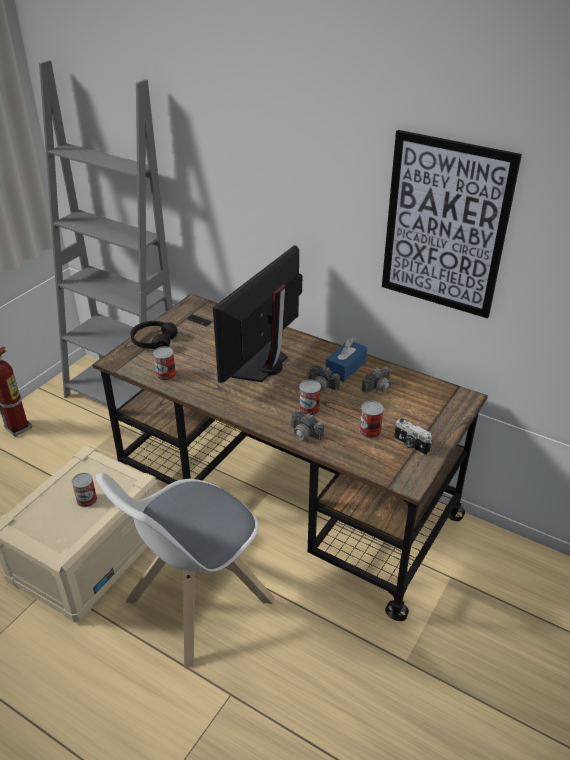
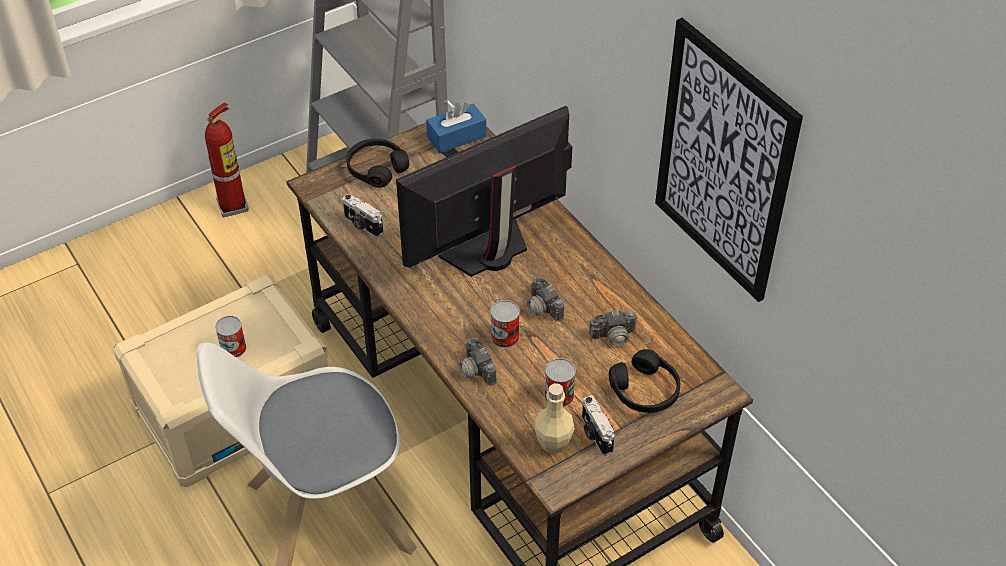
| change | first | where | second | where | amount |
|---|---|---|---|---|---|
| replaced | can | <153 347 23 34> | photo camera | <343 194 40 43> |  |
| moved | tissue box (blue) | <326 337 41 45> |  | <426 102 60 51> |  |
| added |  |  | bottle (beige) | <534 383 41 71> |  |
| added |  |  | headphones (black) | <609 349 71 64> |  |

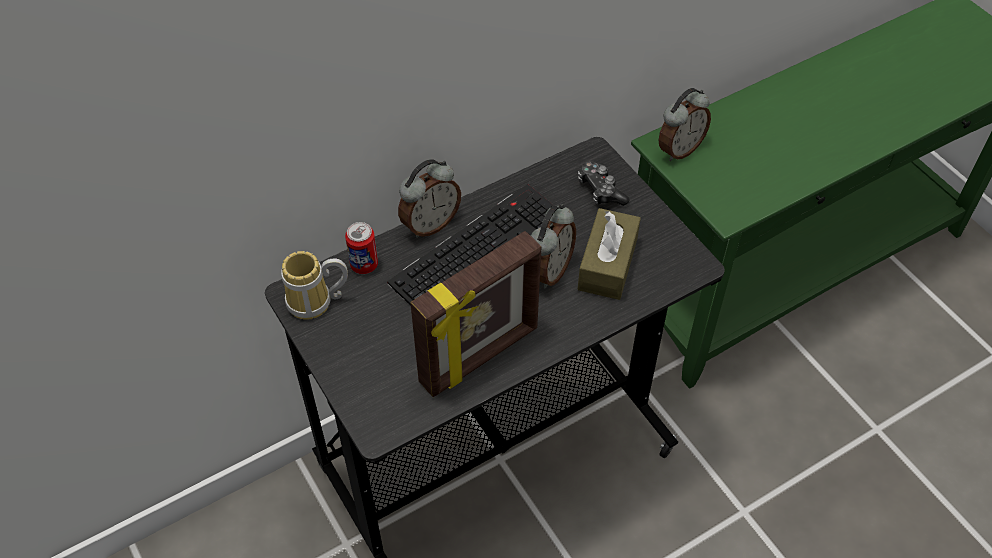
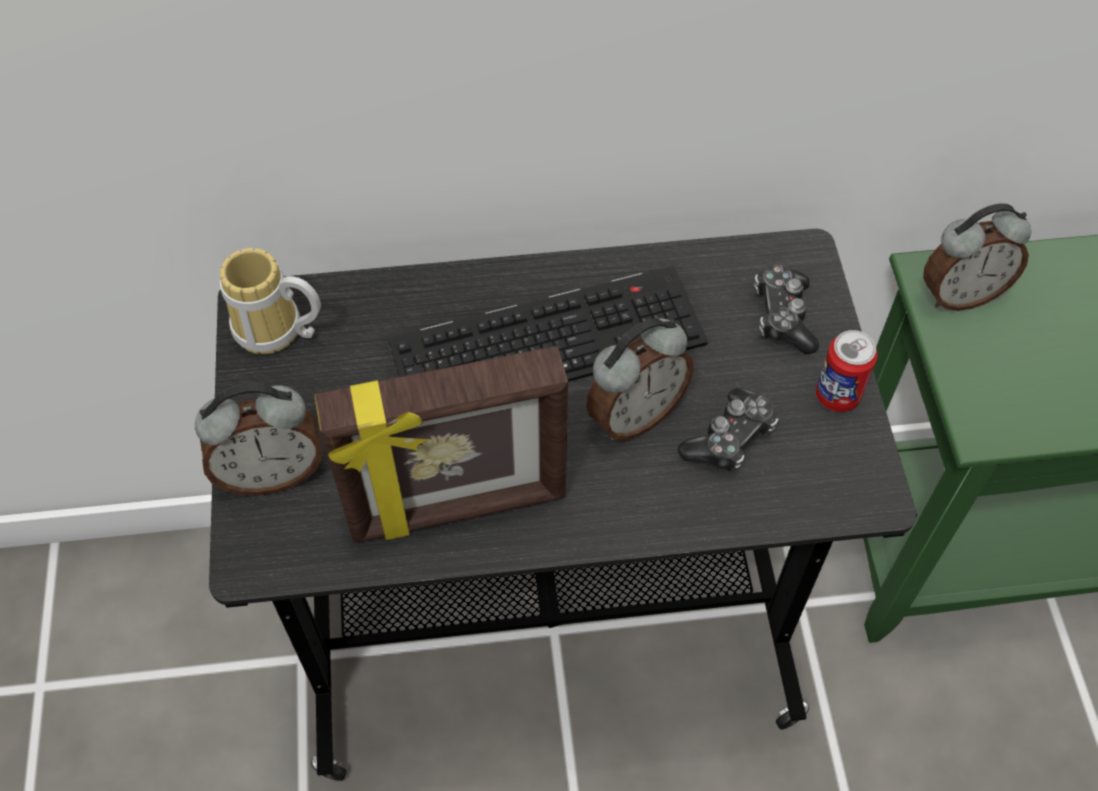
| change | first | where | second | where | amount |
|---|---|---|---|---|---|
| moved | can | <345 222 33 52> |  | <816 330 62 82> |  |
| moved | alarm clock | <398 159 63 79> |  | <195 383 127 112> |  |
| replaced | tissue box (brown) | <578 208 63 92> | game controller | <678 388 101 83> |  |

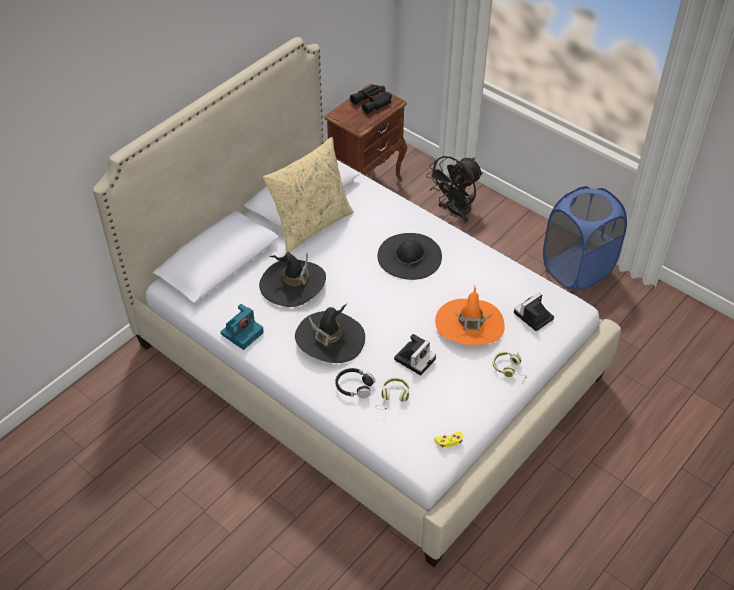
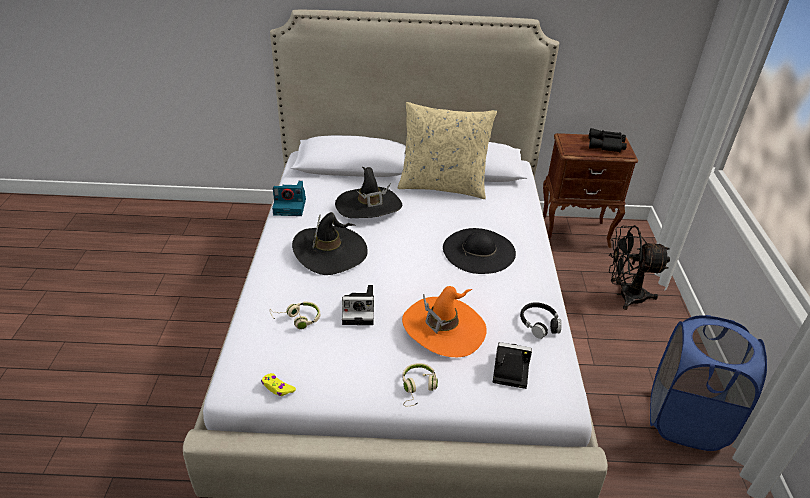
| change | first | where | second | where | amount |
|---|---|---|---|---|---|
| moved | headphones (black) | <335 368 40 30> |  | <520 302 42 37> |  |

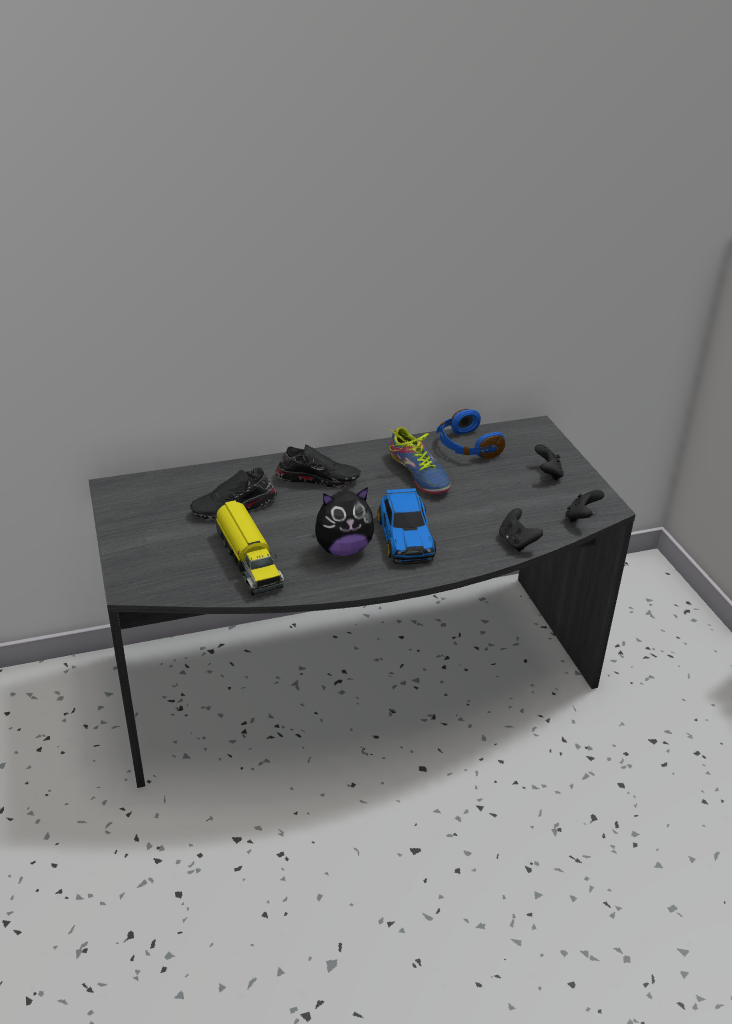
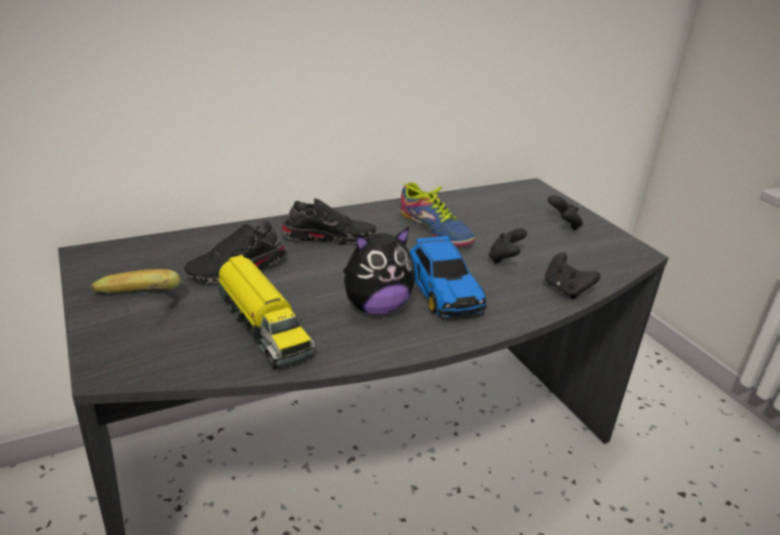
| change | first | where | second | where | amount |
|---|---|---|---|---|---|
| removed | headphones (blue) | <436 409 69 50> |  |  |  |
| moved | game controller (black) | <565 490 39 32> |  | <489 228 38 36> |  |
| added |  |  | banana | <90 269 91 24> |  |

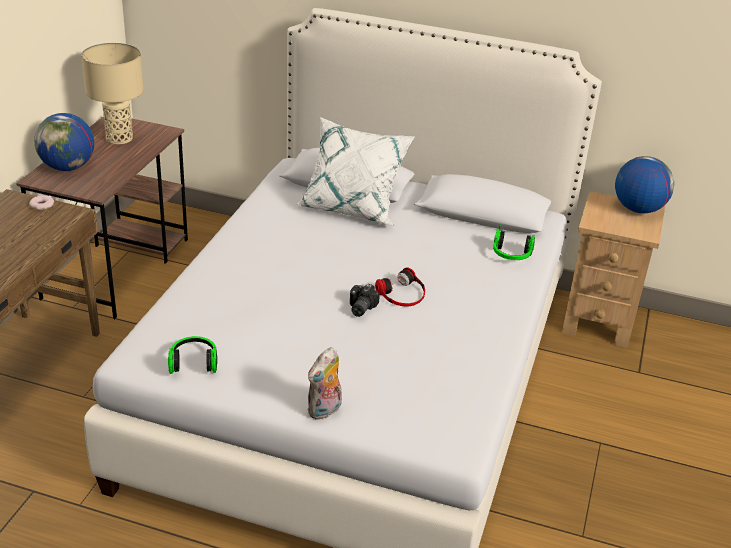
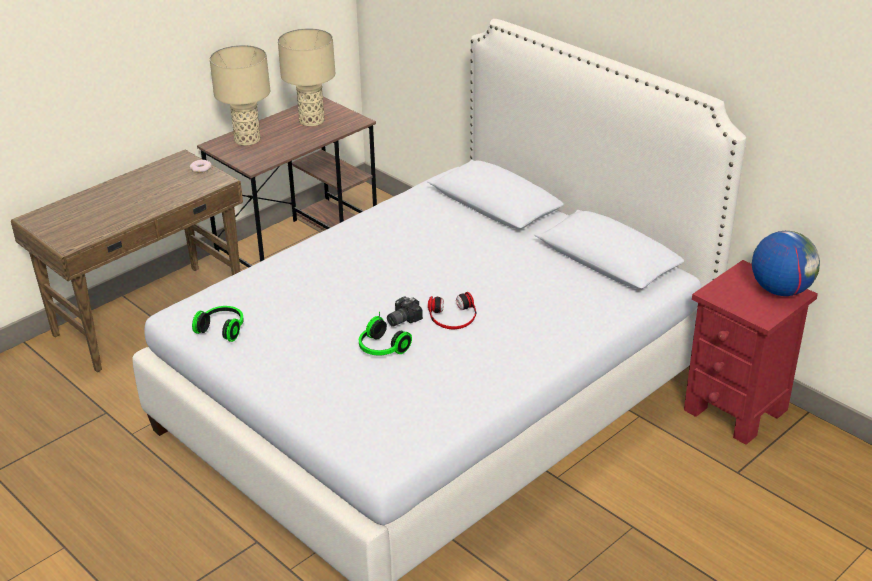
| change | first | where | second | where | amount |
|---|---|---|---|---|---|
| replaced | globe | <34 113 60 58> | table lamp (beige) | <210 45 60 101> |  |
| removed | pillow (white) | <295 117 119 109> |  |  |  |
| removed | plush toy | <307 347 35 73> |  |  |  |
| moved | headphones | <493 224 42 36> |  | <359 311 53 45> |  |
| recoloured | nightstand (beige) | <562 191 103 157> | nightstand (red) | <684 260 134 185> |  |

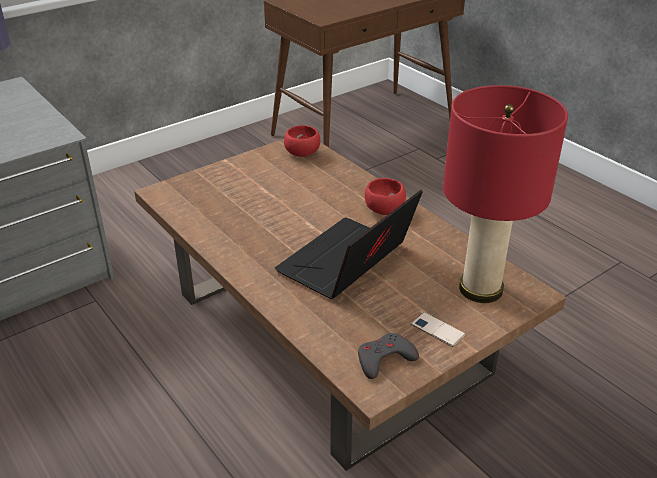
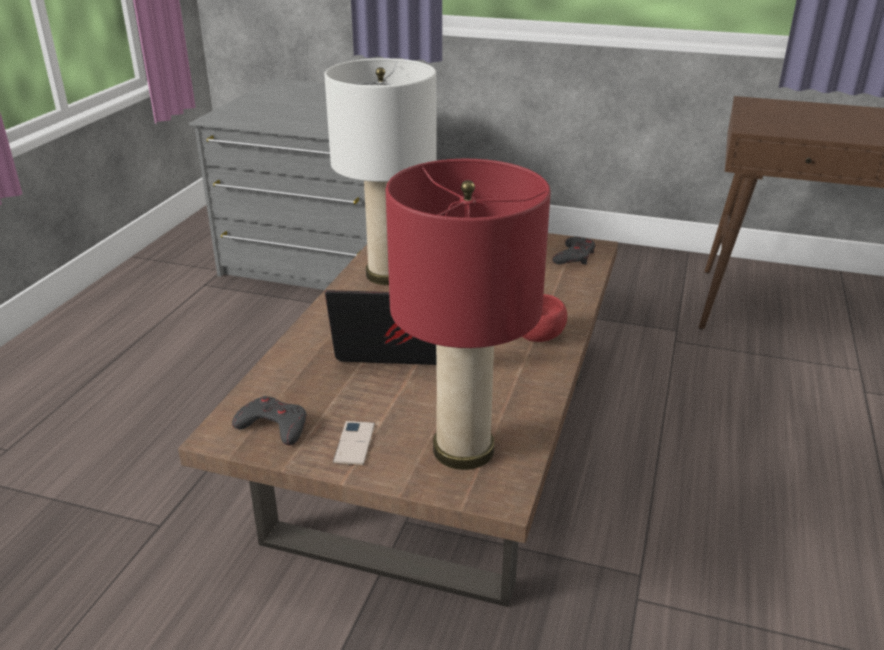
| change | first | where | second | where | amount |
|---|---|---|---|---|---|
| replaced | bowl (red) | <284 125 36 32> | game controller (grey) | <552 237 44 28> |  |
| added |  |  | table lamp (white) | <324 58 113 227> |  |

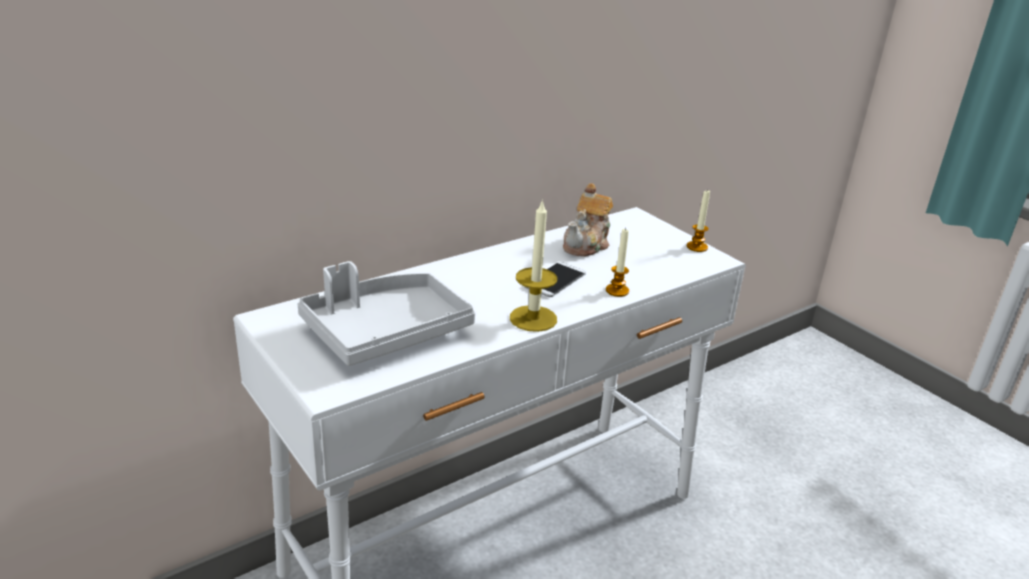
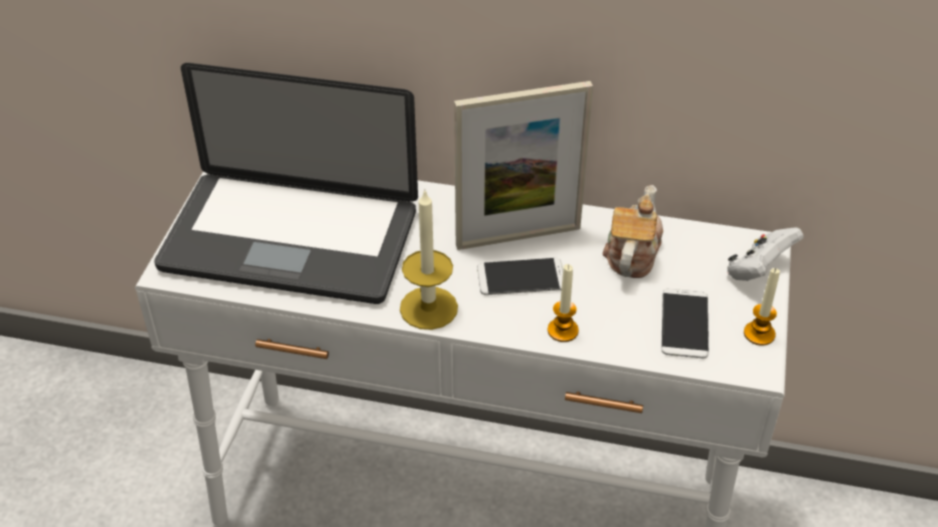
| change | first | where | second | where | amount |
|---|---|---|---|---|---|
| replaced | tray (grey) | <297 261 178 105> | laptop | <154 63 264 241> |  |
| turned | teapot | <563 183 50 74> |  | <603 185 60 93> | 120 degrees clockwise |
| added |  |  | picture frame | <454 81 139 169> |  |
| added |  |  | phone | <661 289 48 69> |  |
| added |  |  | game controller (white) | <727 227 76 54> |  |

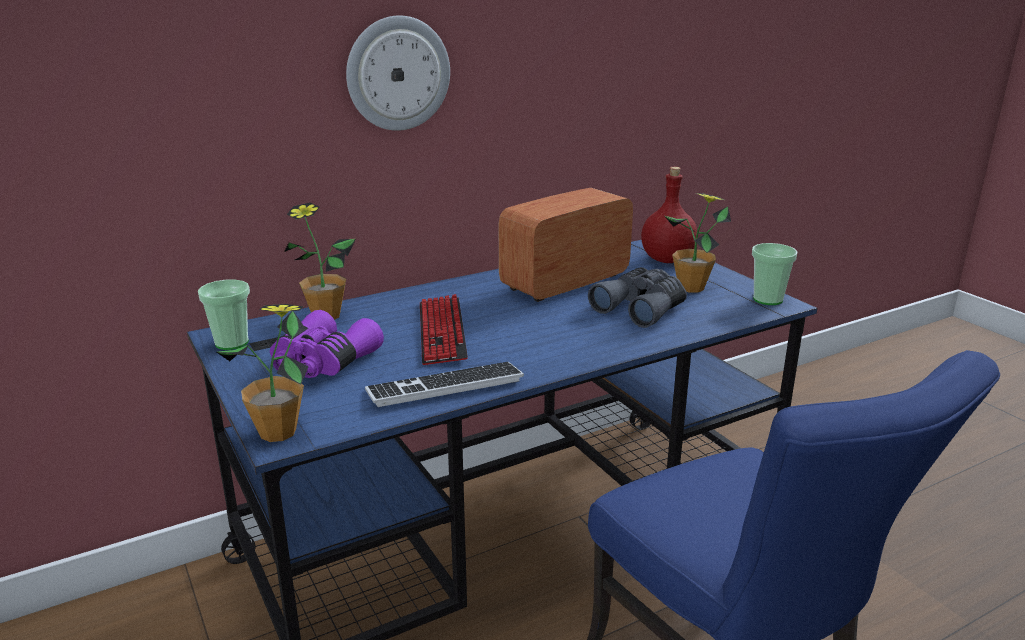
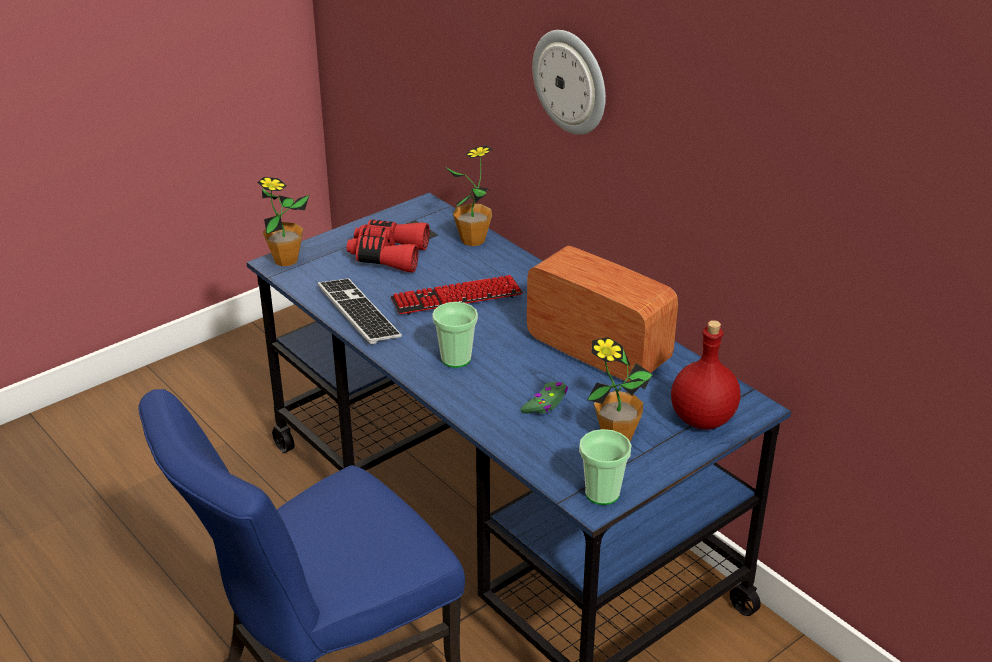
| change | first | where | second | where | amount |
|---|---|---|---|---|---|
| moved | cup | <198 279 52 71> |  | <432 302 46 66> |  |
| recoloured | binoculars (purple) | <270 310 114 68> | binoculars (red) | <347 220 83 52> |  |
| replaced | binoculars (grey) | <588 267 99 61> | game controller (green) | <520 382 48 32> |  |

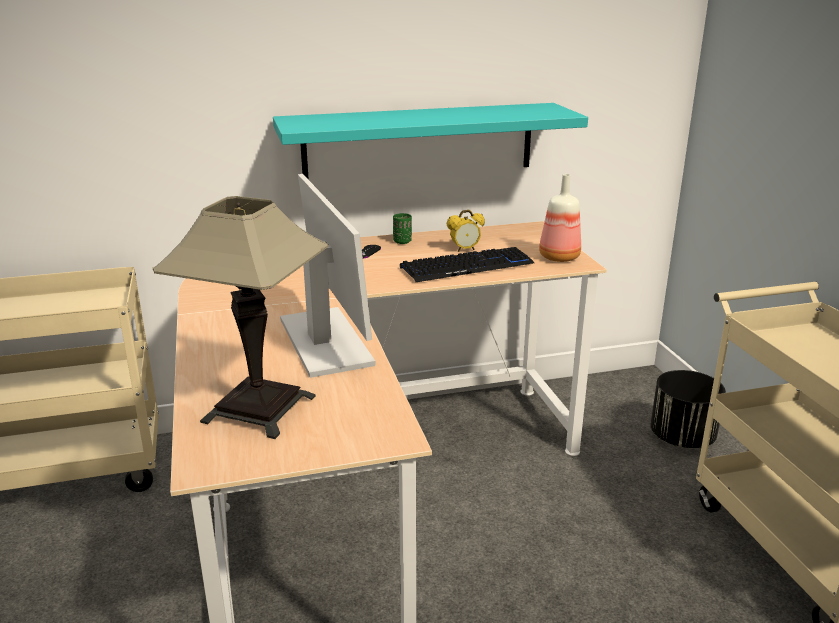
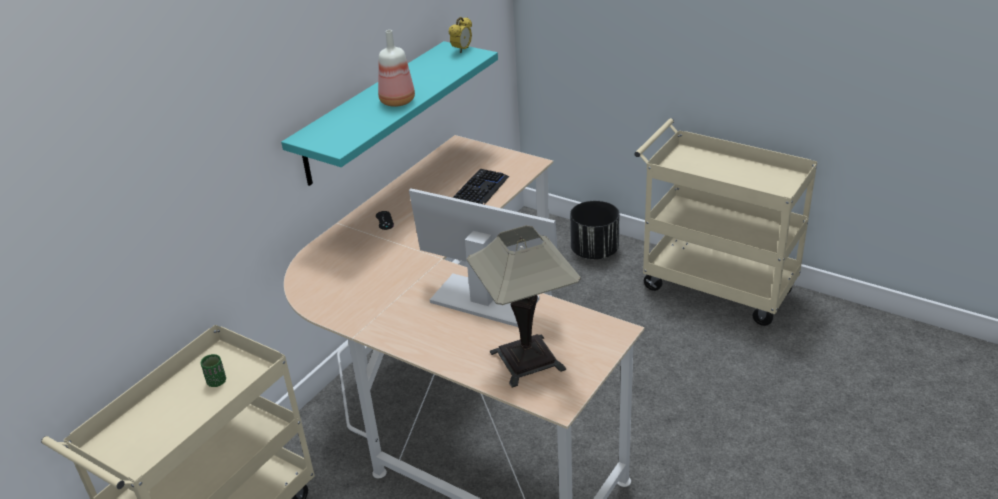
| change | first | where | second | where | amount |
|---|---|---|---|---|---|
| moved | cup (green) | <393 213 19 31> |  | <200 354 26 33> |  |
| moved | alarm clock | <447 210 38 42> |  | <449 17 23 36> |  |
| moved | bottle | <539 174 42 88> |  | <378 30 37 77> |  |

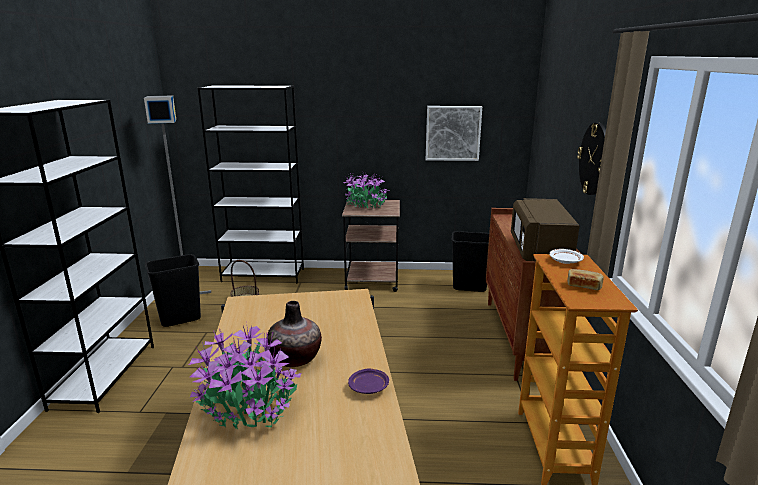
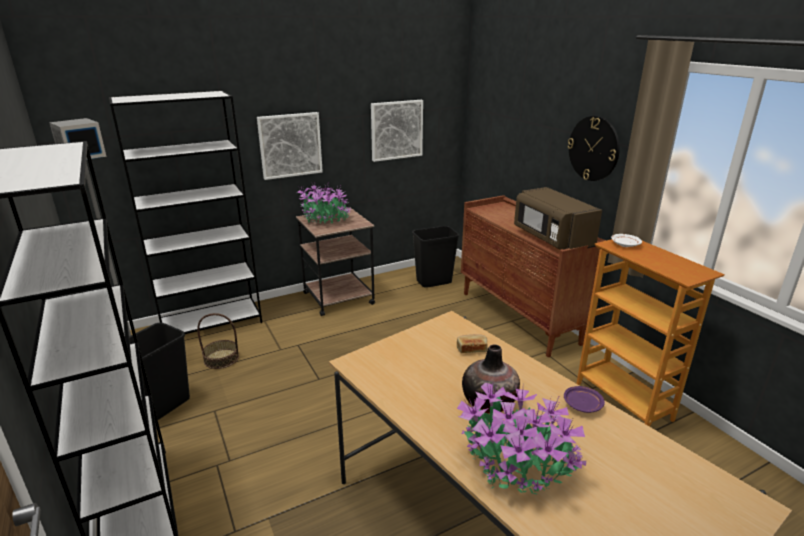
| change | first | where | second | where | amount |
|---|---|---|---|---|---|
| moved | bread | <567 269 37 21> |  | <457 334 30 19> |  |
| added |  |  | picture | <257 112 66 68> |  |

